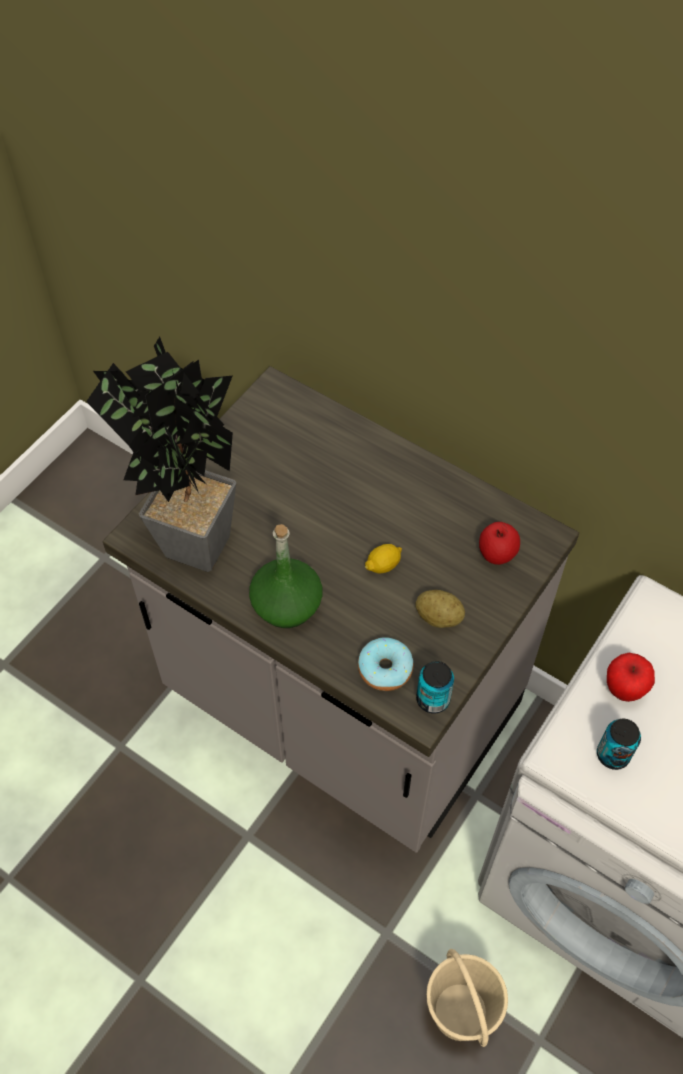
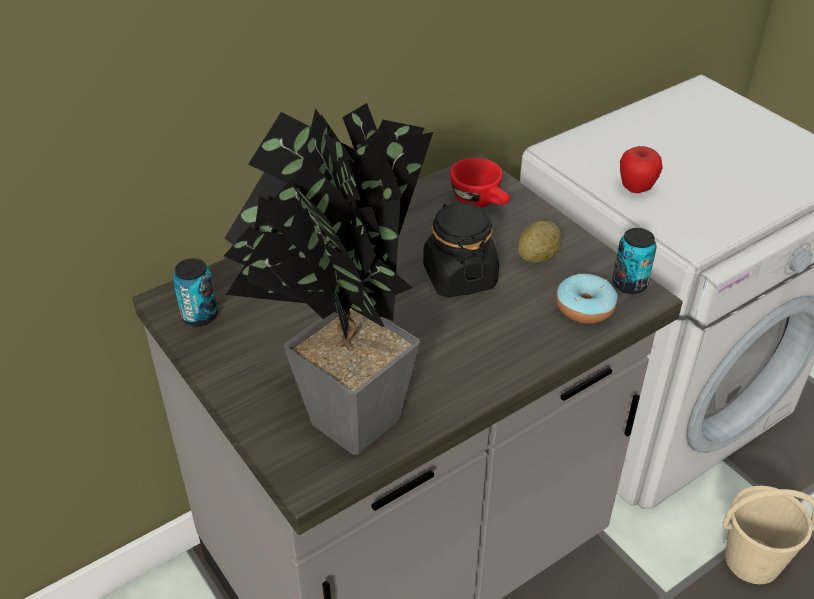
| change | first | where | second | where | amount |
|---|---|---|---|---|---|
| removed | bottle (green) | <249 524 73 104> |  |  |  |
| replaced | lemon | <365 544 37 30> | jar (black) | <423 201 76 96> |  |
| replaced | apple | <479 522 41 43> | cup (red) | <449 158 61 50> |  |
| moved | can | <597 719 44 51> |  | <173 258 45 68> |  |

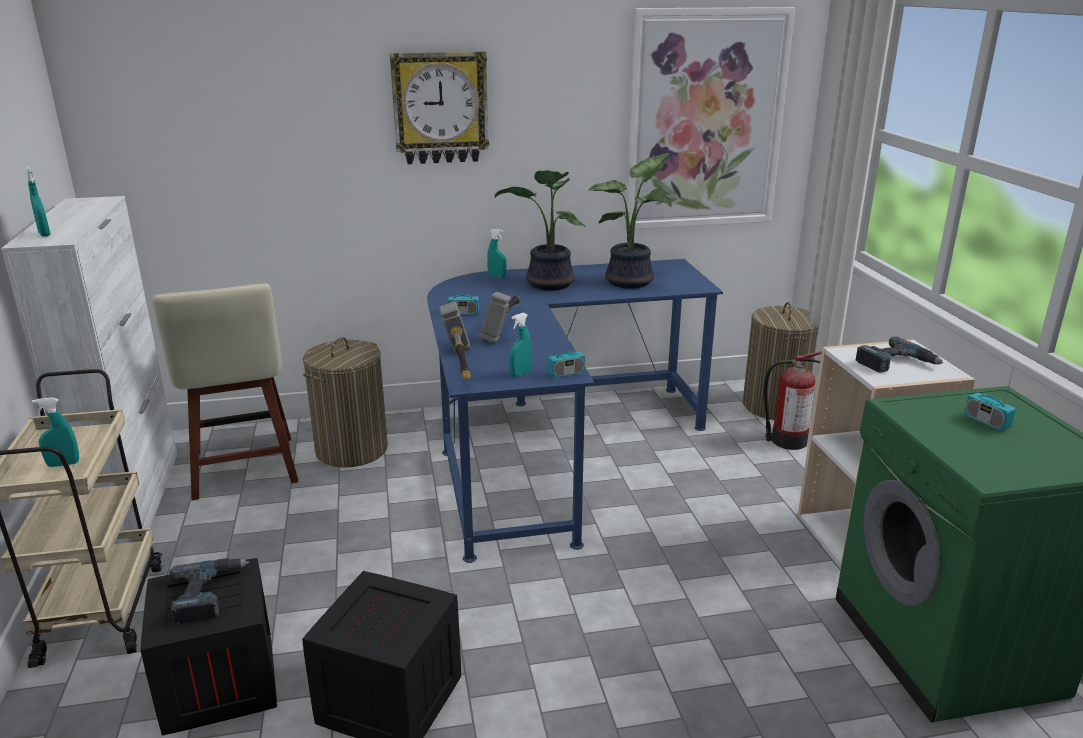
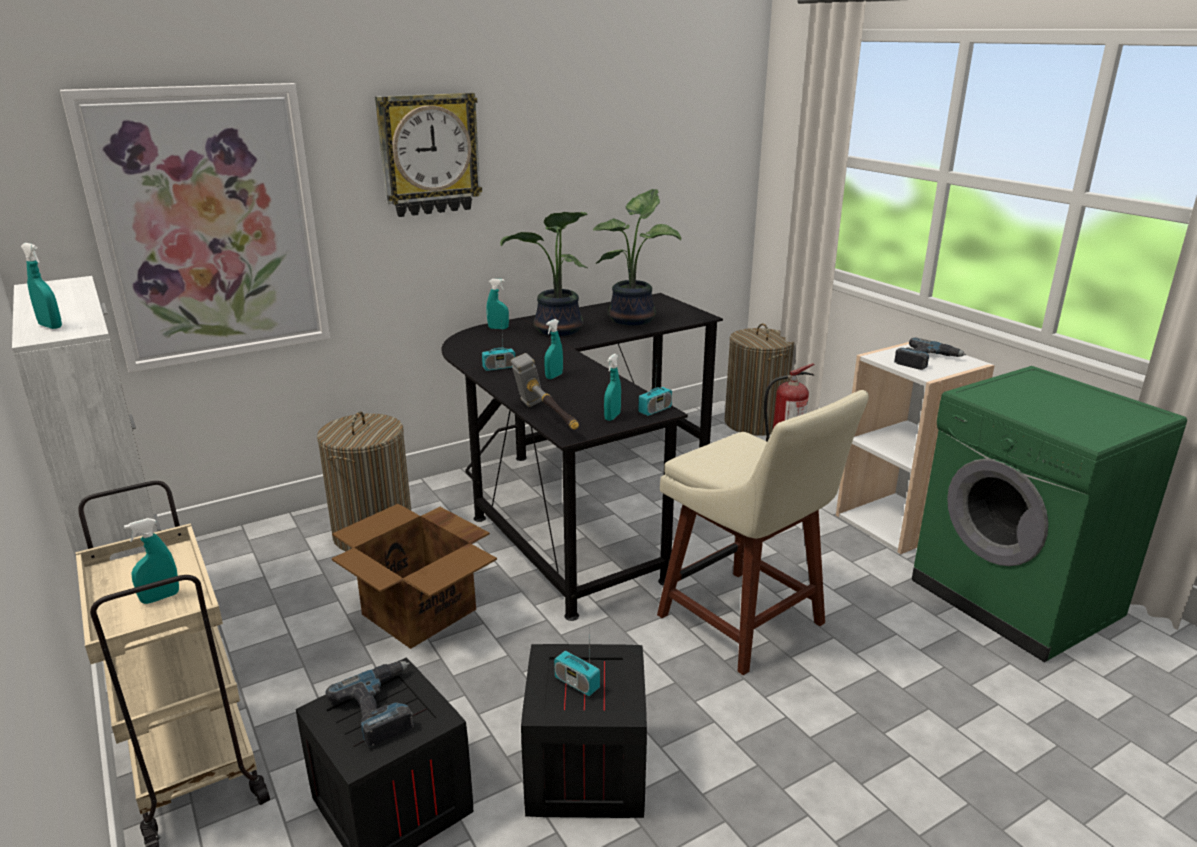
| change | first | where | second | where | amount |
|---|---|---|---|---|---|
| moved | stool (beige) | <152 284 146 216> |  | <657 390 212 285> |  |
| recoloured | desk (blue) | <427 259 296 304> | desk (black) | <442 293 281 328> |  |
| replaced | hammer | <479 292 41 51> | spray bottle (turquoise) | <544 319 19 60> |  |
| moved | picture | <624 7 171 223> |  | <60 83 270 290> |  |
| moved | radio | <964 367 52 64> |  | <554 626 46 70> |  |
| added |  |  | cardboard box | <332 504 165 145> |  |

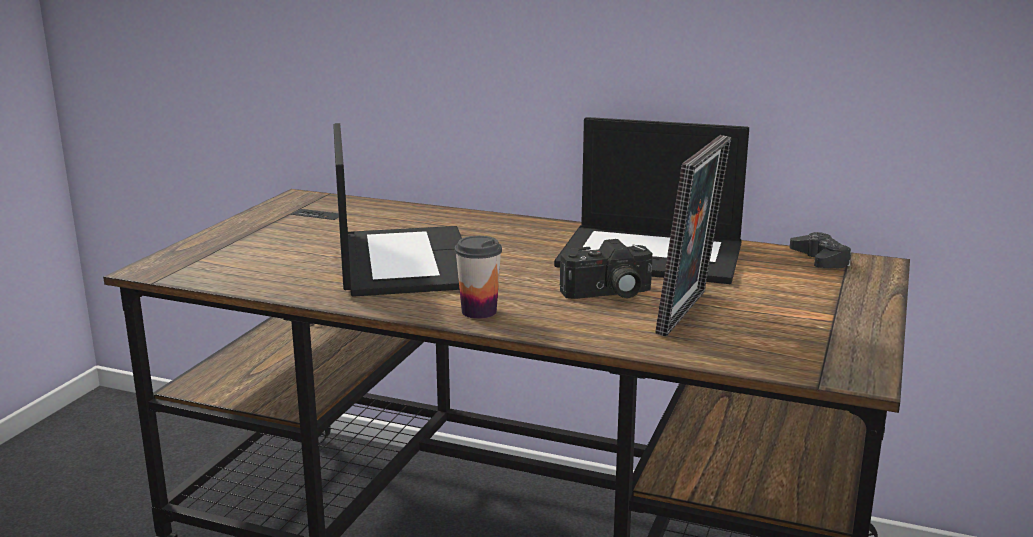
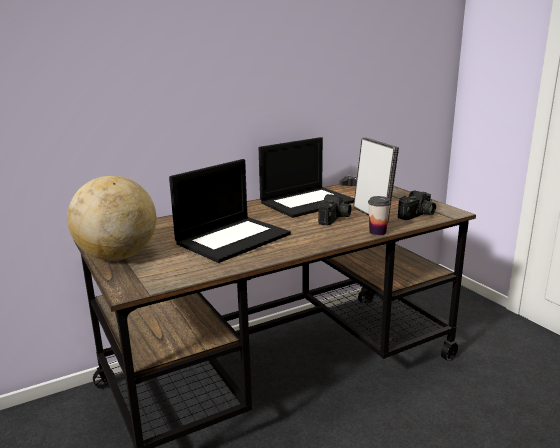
| change | first | where | second | where | amount |
|---|---|---|---|---|---|
| turned | laptop | <333 123 129 174> |  | <169 159 122 104> | 105 degrees clockwise |
| moved | cup | <455 236 47 83> |  | <368 196 23 39> |  |
| added |  |  | globe | <67 176 89 85> |  |
| added |  |  | photo camera | <398 190 38 30> |  |

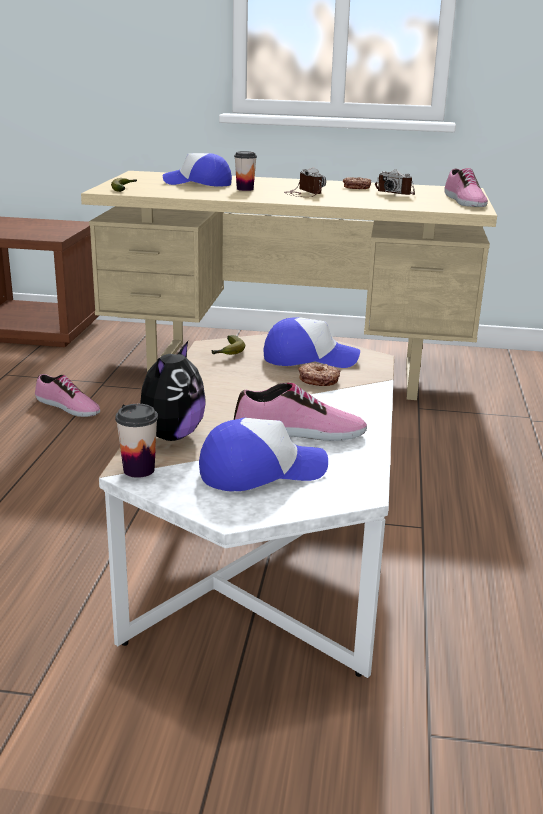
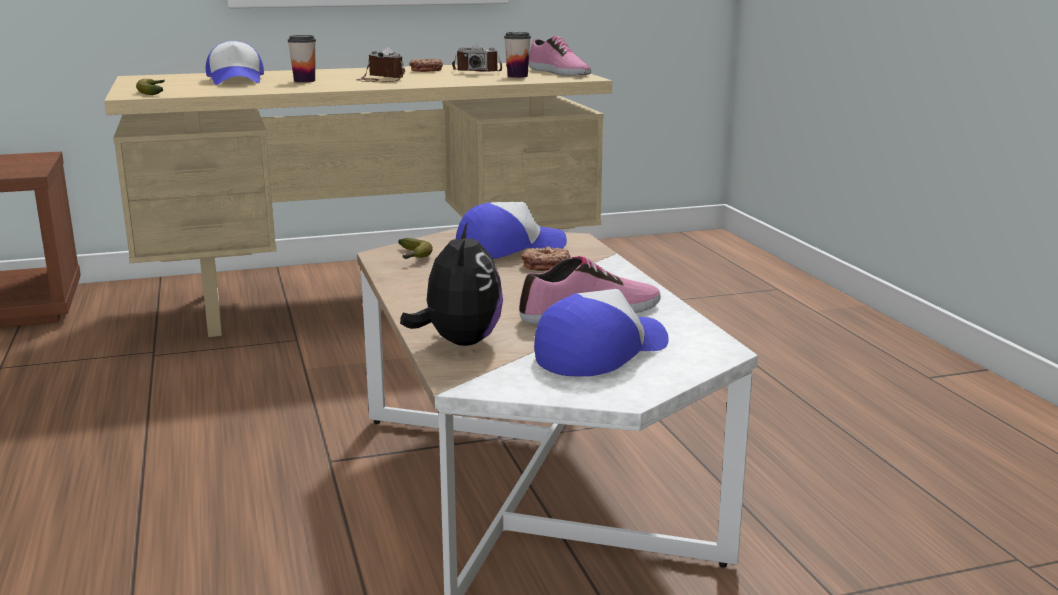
| change | first | where | second | where | amount |
|---|---|---|---|---|---|
| removed | shoe | <35 374 65 43> |  |  |  |
| moved | cup | <115 404 43 74> |  | <504 32 27 46> |  |
| turned | cap | <163 153 69 34> |  | <206 41 58 44> | 90 degrees counterclockwise |

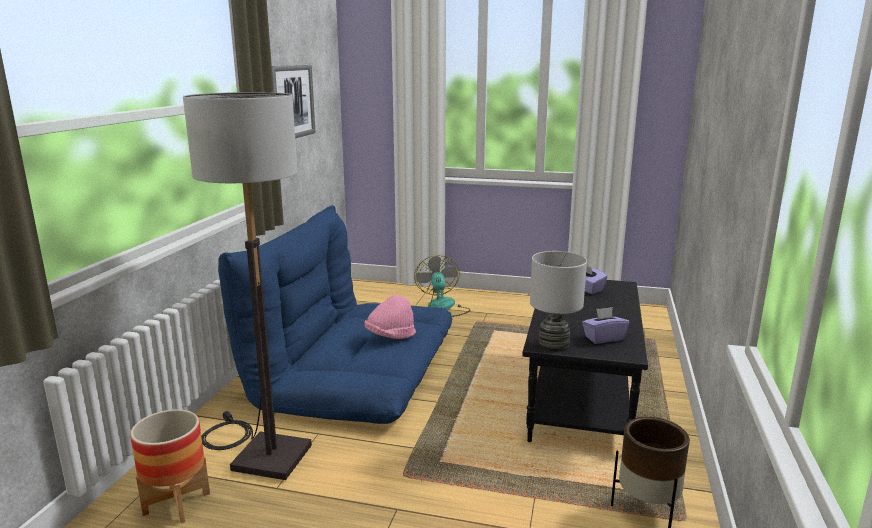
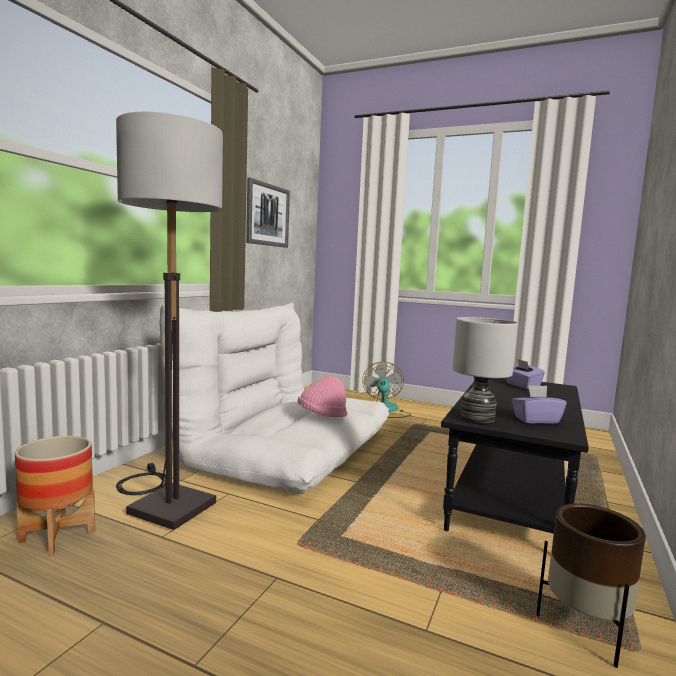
| change | first | where | second | where | amount |
|---|---|---|---|---|---|
| recoloured | sofa (blue) | <218 205 234 219> | sofa (white) | <160 303 229 190> |  |

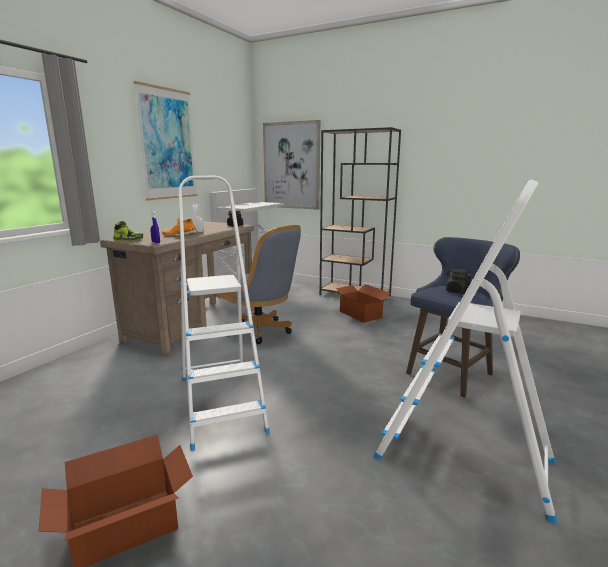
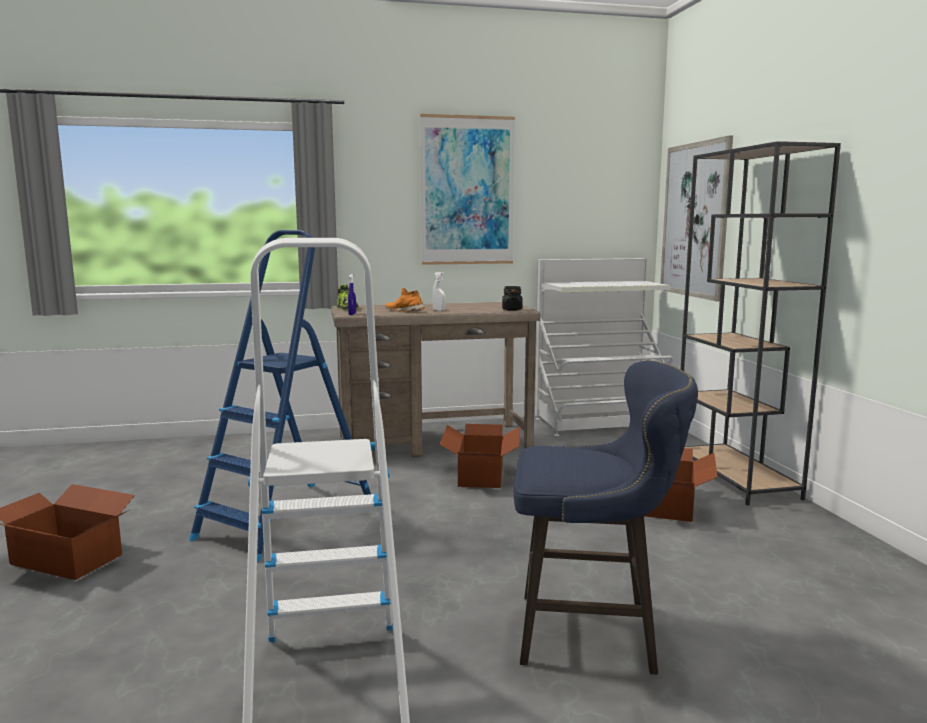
| change | first | where | second | where | amount |
|---|---|---|---|---|---|
| recoloured | step ladder (white) | <178 176 92 275> | step ladder (blue) | <189 230 182 332> |  |
| replaced | office chair (blue) | <217 225 84 119> | cardboard box | <439 424 81 64> |  |
| removed | jar (black) | <446 269 25 25> |  |  |  |

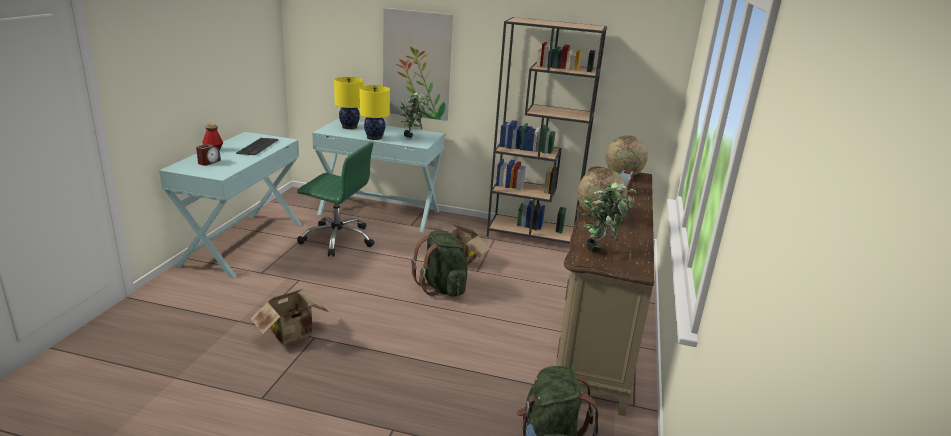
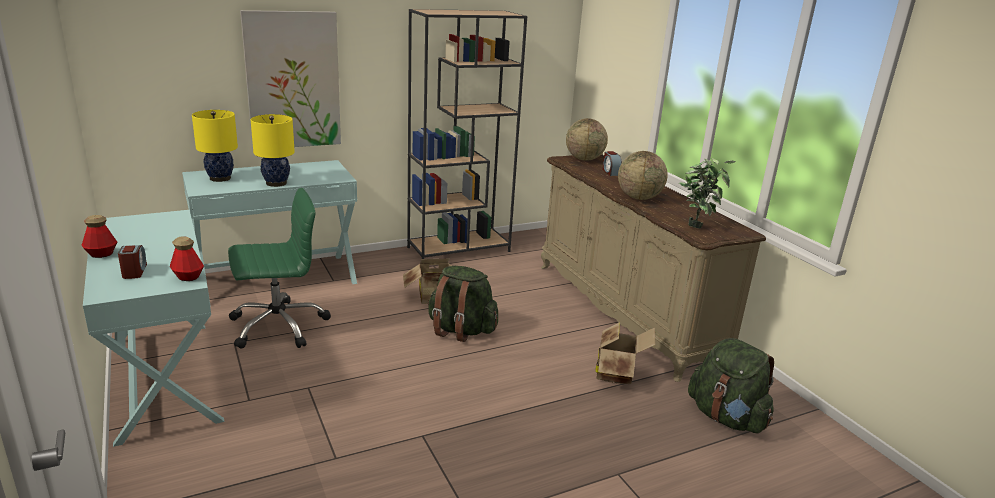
| change | first | where | second | where | amount |
|---|---|---|---|---|---|
| removed | keyboard | <236 138 42 17> |  |  |  |
| moved | cardboard box | <251 289 78 56> |  | <595 322 60 62> |  |
| removed | potted plant | <399 92 30 46> |  |  |  |
| added |  |  | bottle | <170 236 34 45> |  |

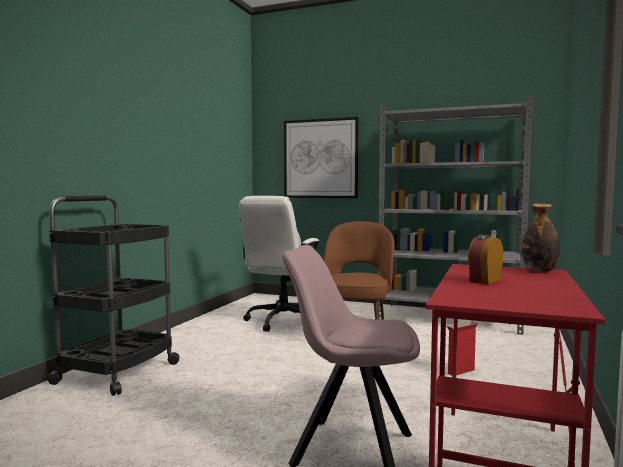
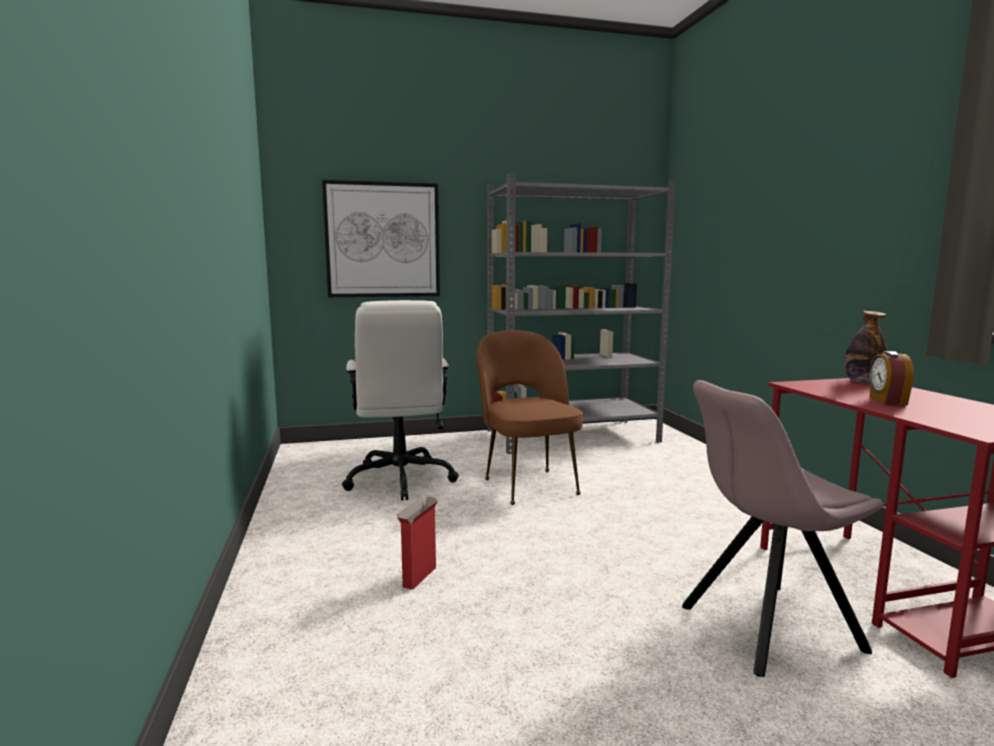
| change | first | where | second | where | amount |
|---|---|---|---|---|---|
| removed | cart (black) | <47 195 132 201> |  |  |  |
| moved | cardboard box | <447 320 31 55> |  | <397 497 41 93> |  |

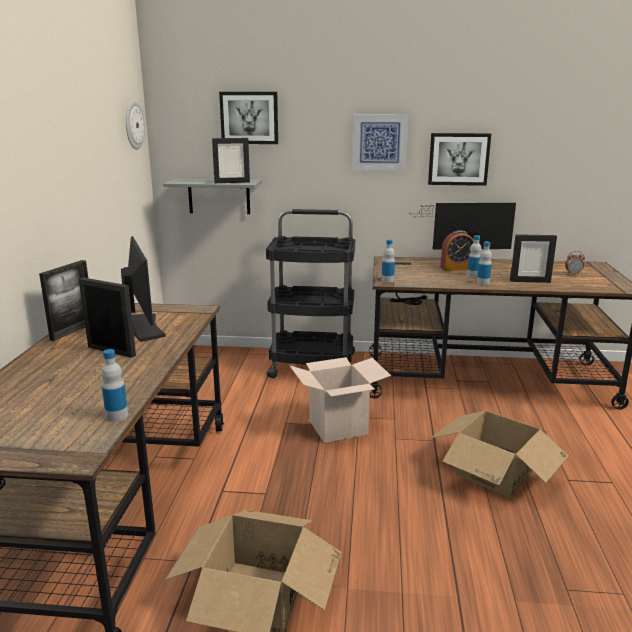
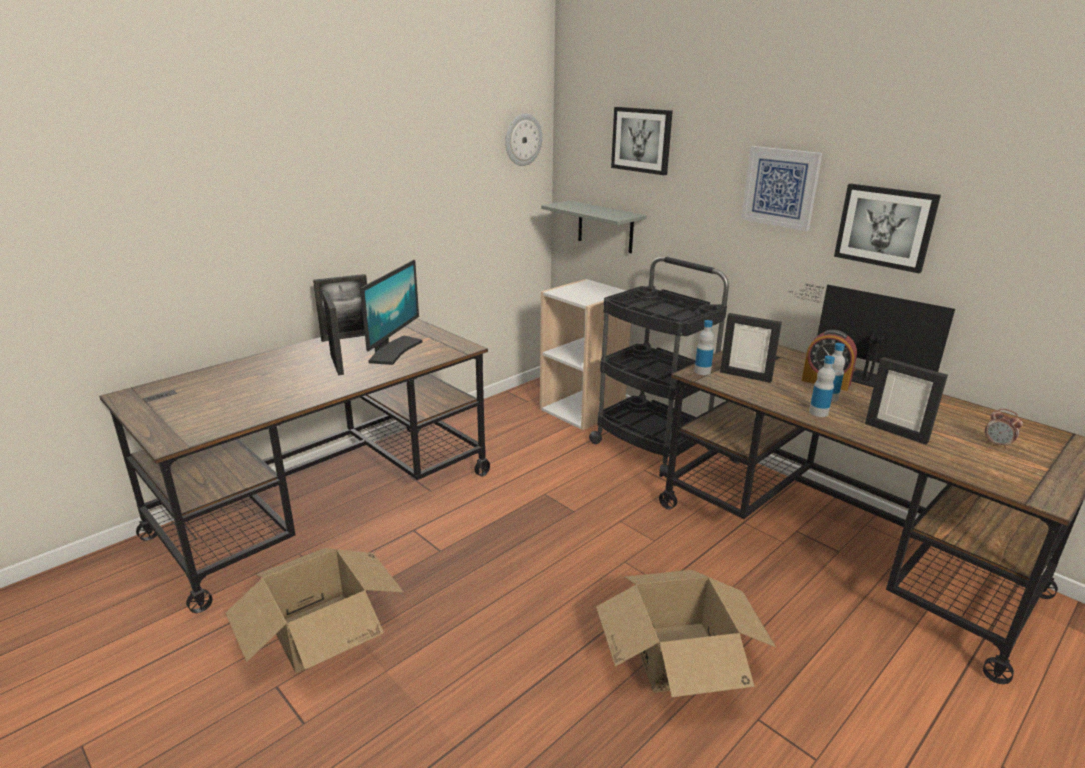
| change | first | where | second | where | amount |
|---|---|---|---|---|---|
| removed | bottle | <101 349 27 72> |  |  |  |
| moved | picture frame | <212 138 38 45> |  | <720 313 62 70> |  |
| removed | cardboard box | <289 357 102 86> |  |  |  |
| added |  |  | bookcase | <540 279 91 151> |  |

